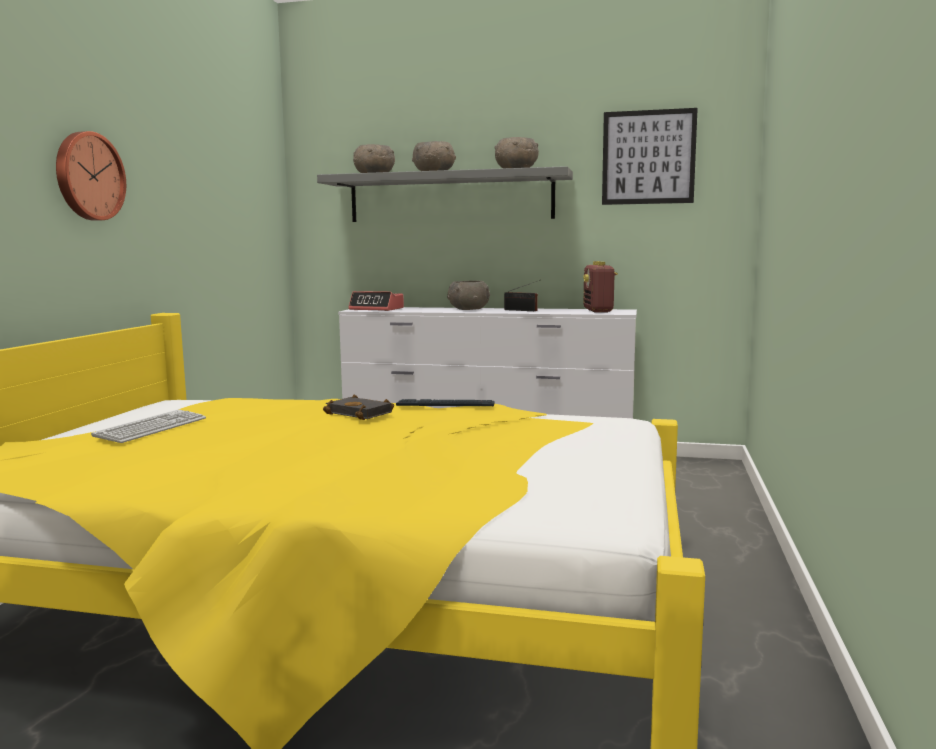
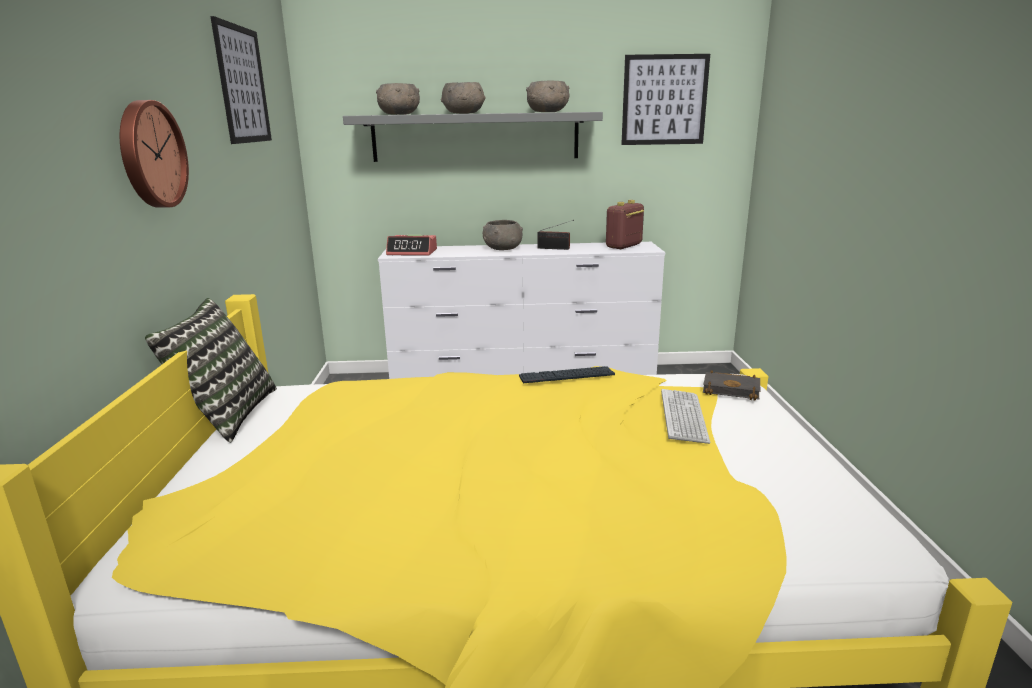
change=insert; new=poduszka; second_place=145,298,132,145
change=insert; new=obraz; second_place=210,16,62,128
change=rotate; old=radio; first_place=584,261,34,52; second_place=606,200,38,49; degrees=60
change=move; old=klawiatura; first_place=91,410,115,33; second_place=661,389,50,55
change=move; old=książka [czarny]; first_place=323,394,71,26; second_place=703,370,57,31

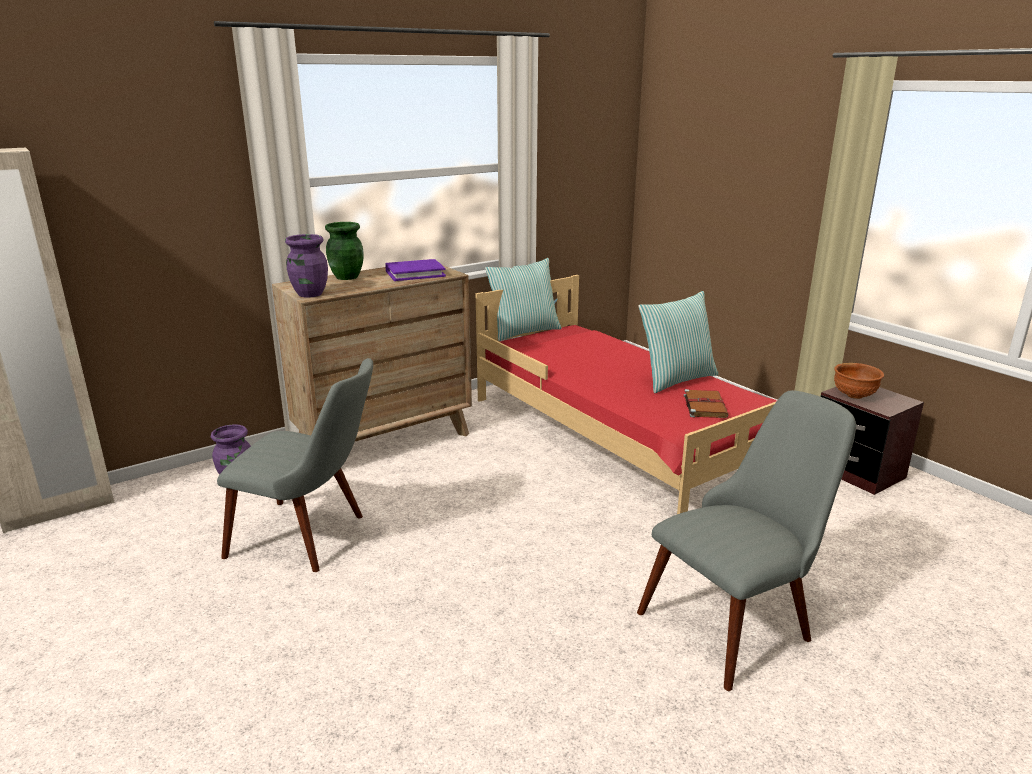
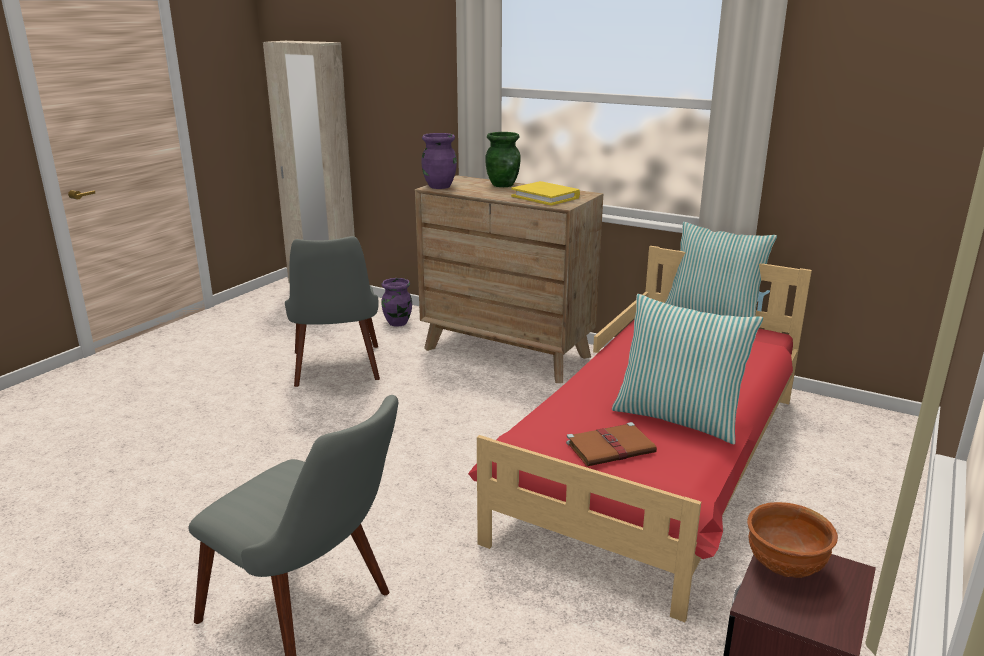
change=recolor; old=książka [fioletowy]; new=książka [żółty]; first_place=385,259,61,22; second_place=511,181,69,25

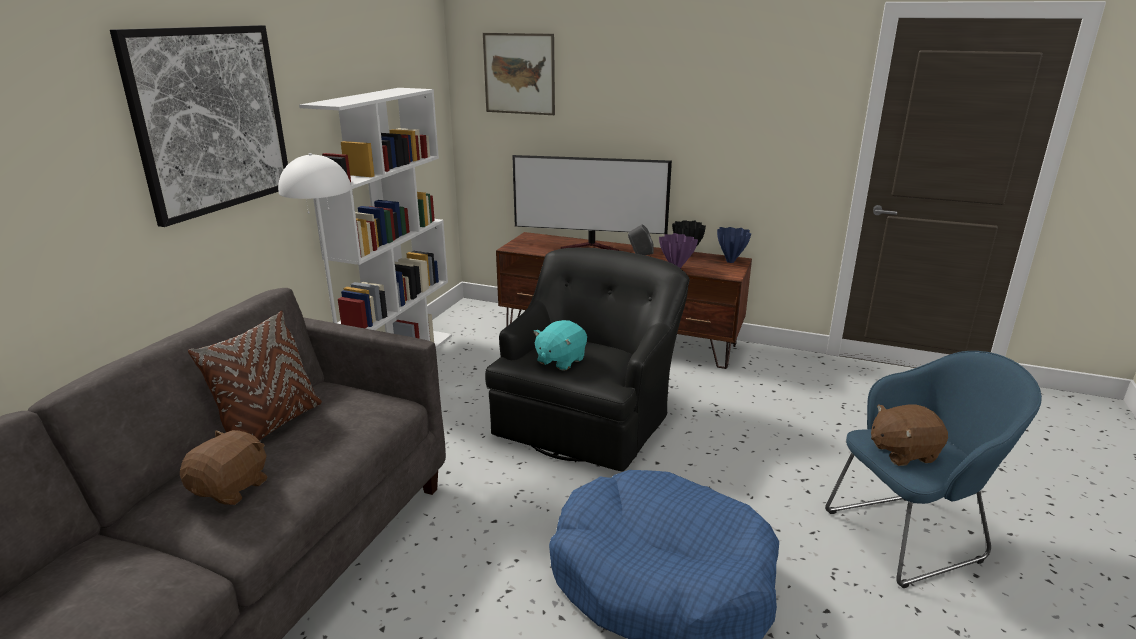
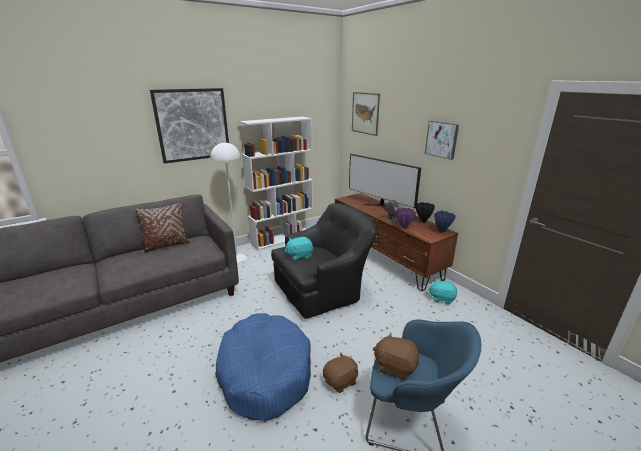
change=move; old=pluszak [brązowy]; first_place=180,430,88,75; second_place=323,353,36,40
change=insert; new=obraz; second_place=425,121,34,39
change=insert; new=pluszak [turkusowy]; second_place=428,279,29,25

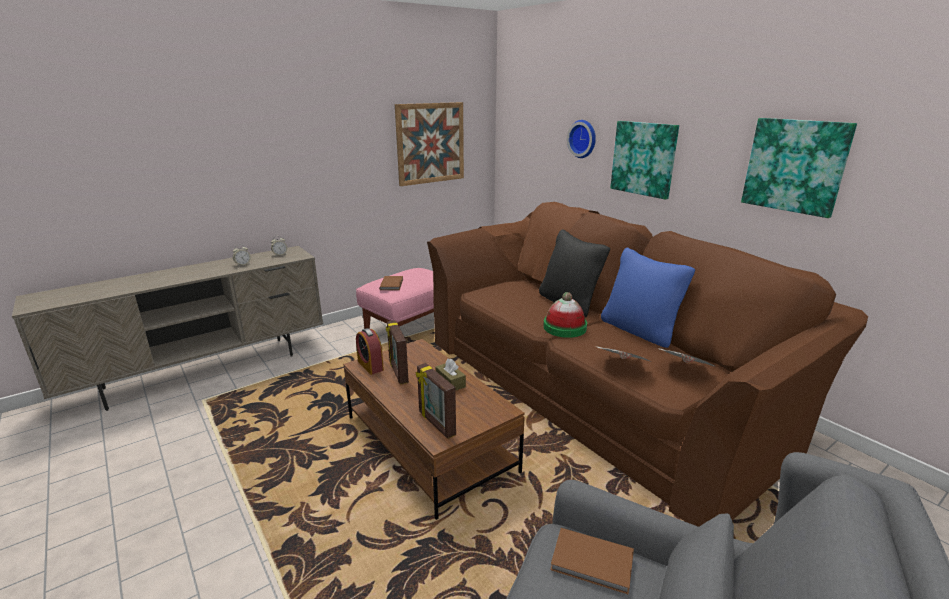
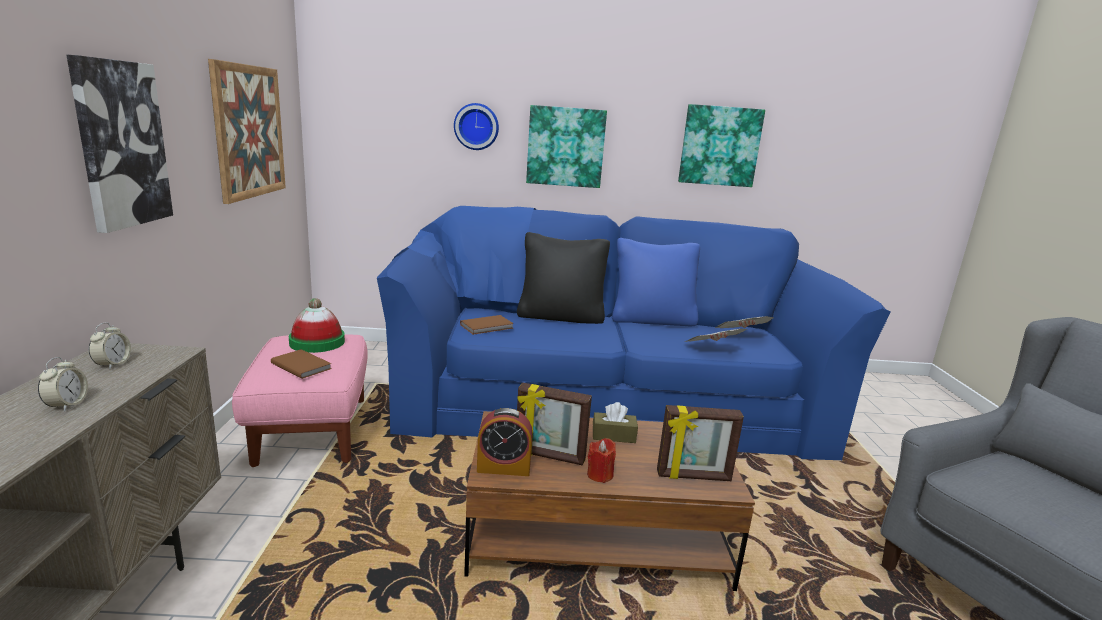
change=insert; new=obraz; second_place=66,55,107,178
change=move; old=kapelusz; first_place=543,292,44,46; second_place=289,298,56,55
change=recolor; old=kanapa [brązowy]; new=kanapa [niebieski]; first_place=427,202,441,325; second_place=377,206,514,254
change=move; old=książka [brązowy]; first_place=550,528,84,67; second_place=460,315,54,20
change=insert; new=świeca [czerwony]; second_place=587,438,29,45

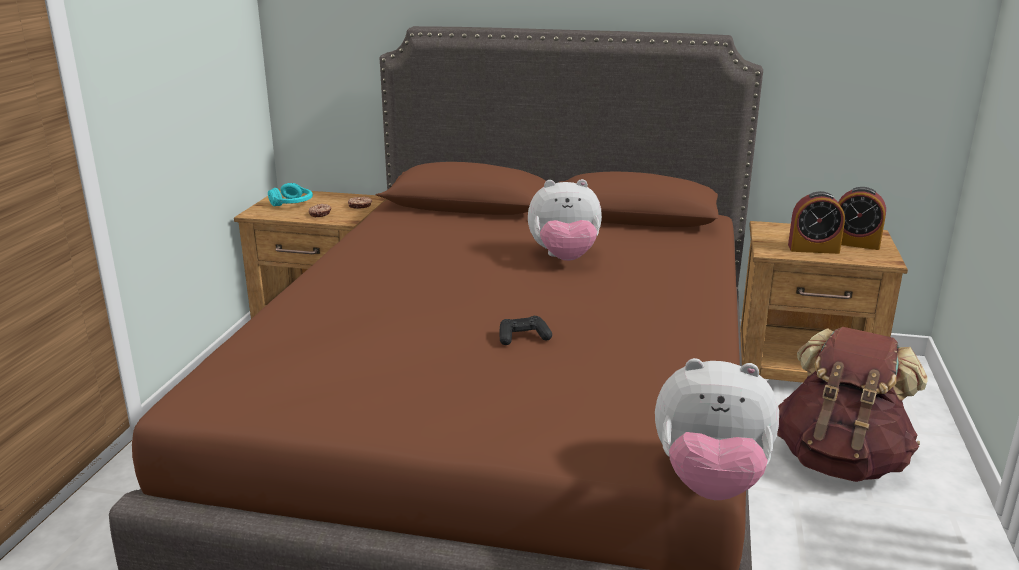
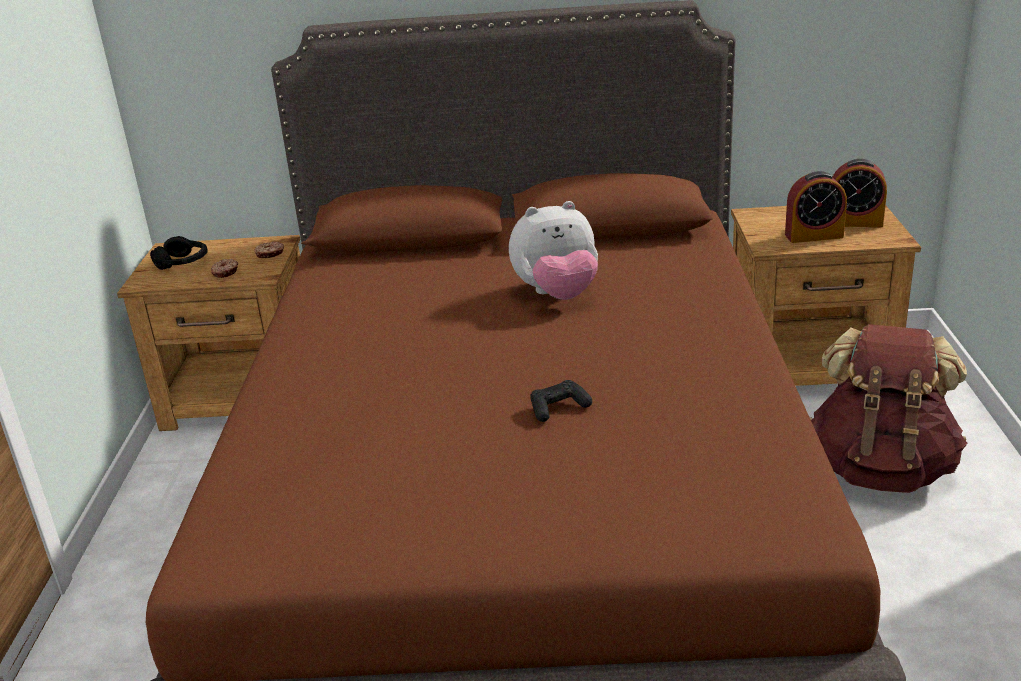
change=recolor; old=słuchawki [turkusowy]; new=słuchawki [czarny]; first_place=268,183,45,23; second_place=150,236,58,34
change=delete; old=pluszak; first_place=655,358,124,142

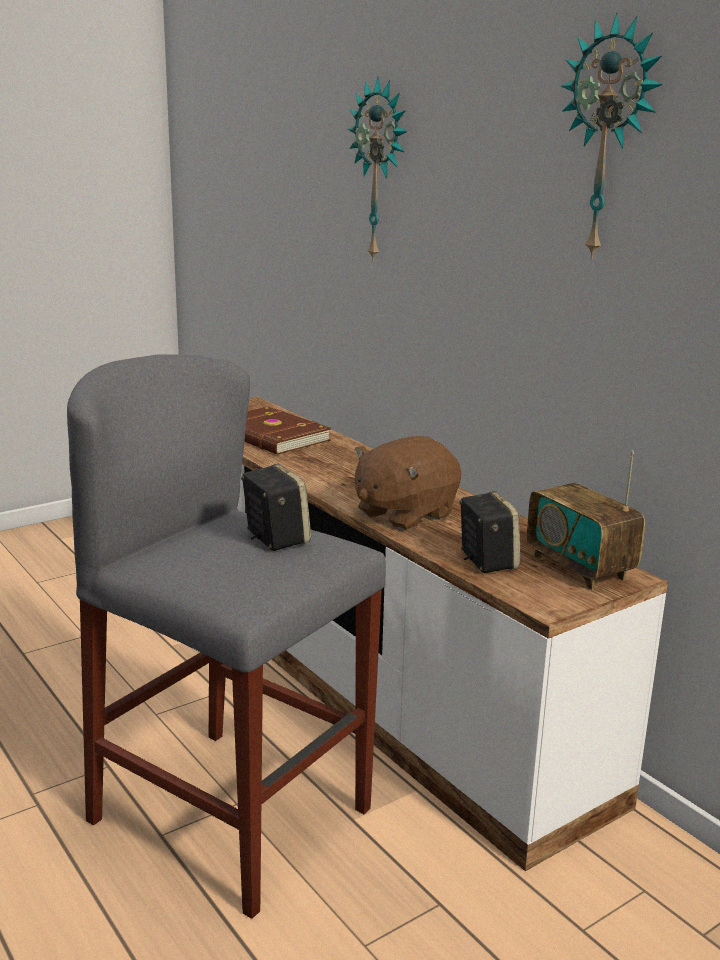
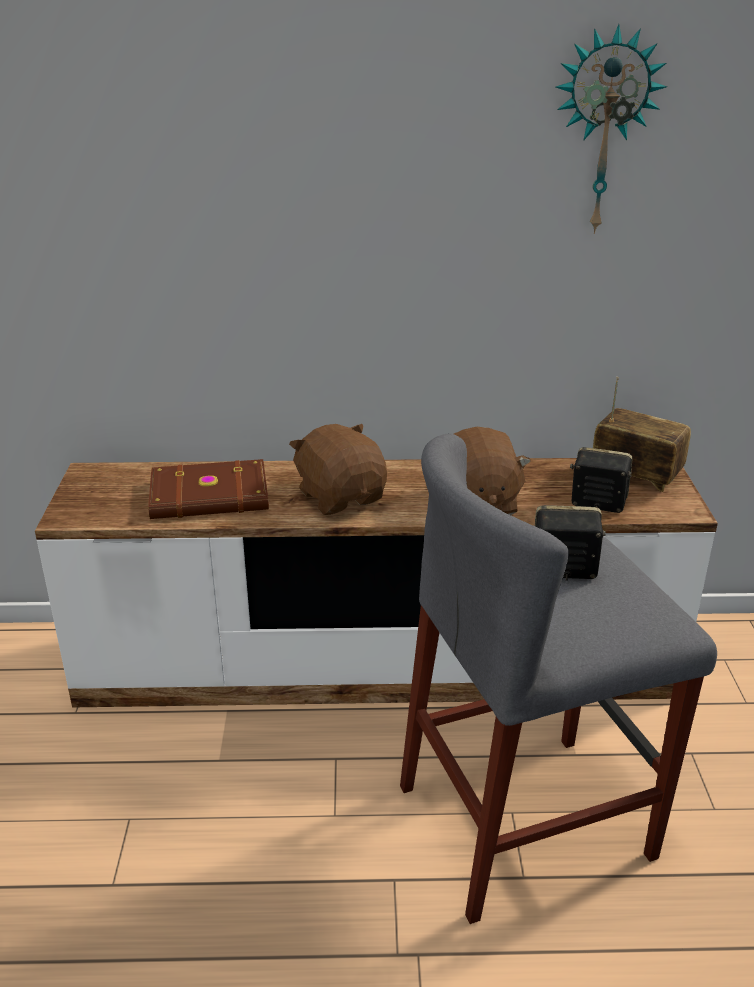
change=insert; new=pluszak [brązowy]; second_place=289,424,98,91
change=rotate; old=radio; first_place=527,451,118,139; second_place=593,377,98,115; degrees=-150
change=delete; old=zegar ścienny; first_place=348,77,59,185

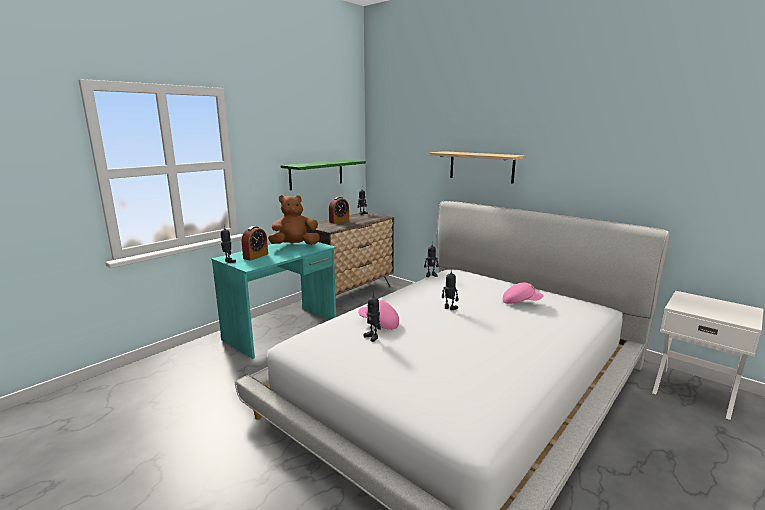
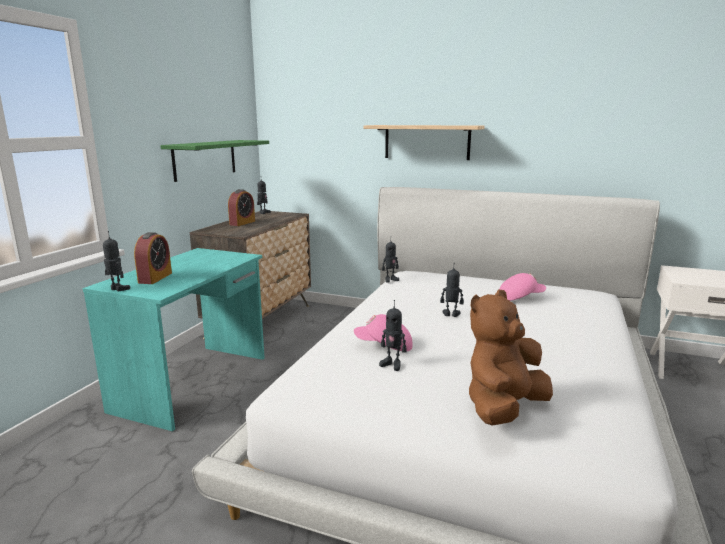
change=move; old=pluszak [brązowy]; first_place=268,195,52,50; second_place=469,289,84,137

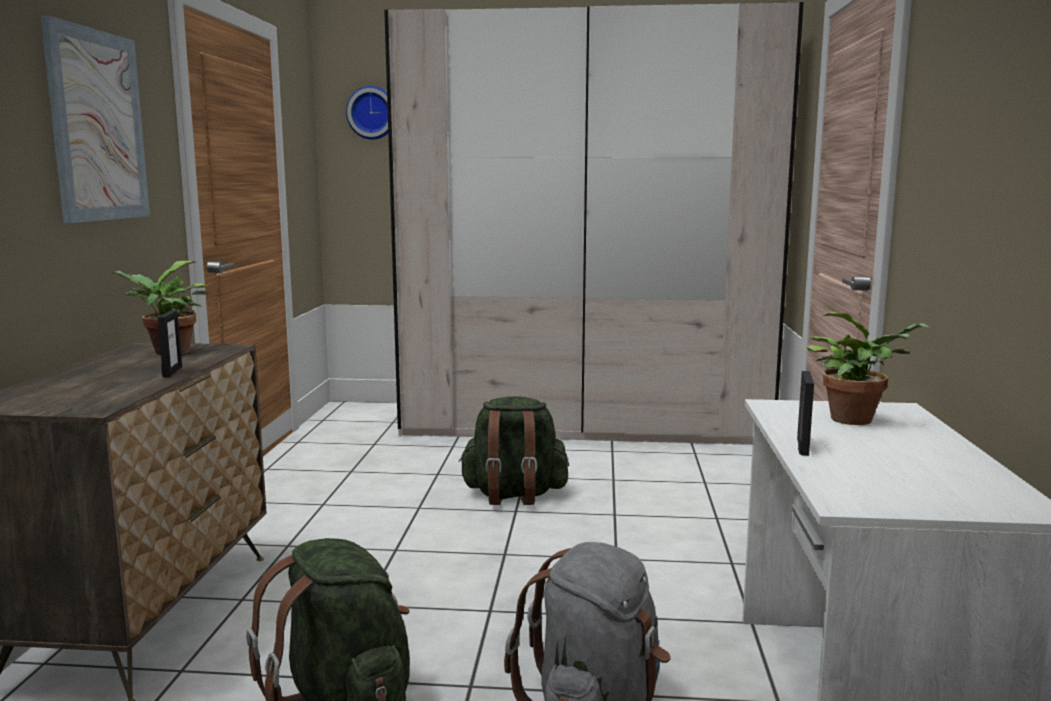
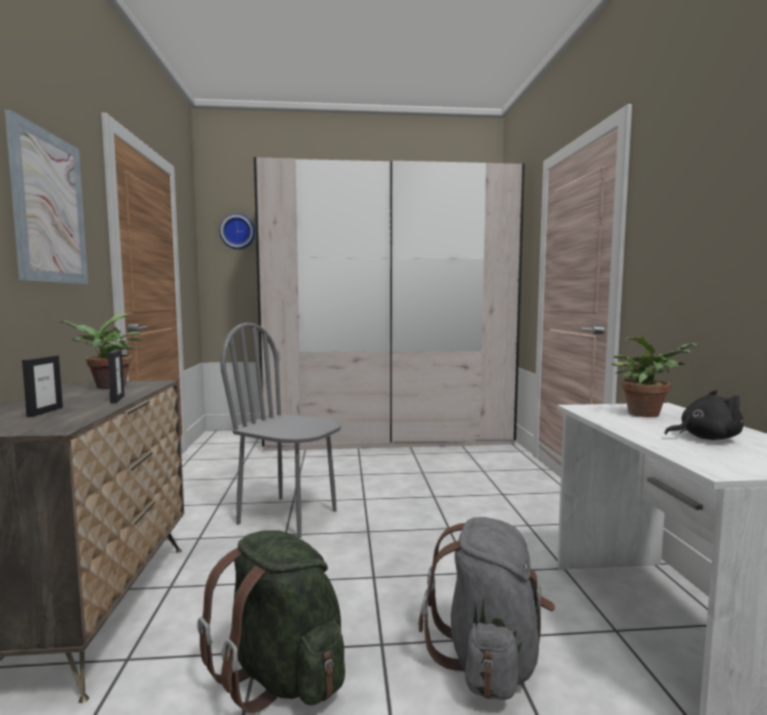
change=move; old=ramka na zdjęcie; first_place=797,371,17,85; second_place=22,355,41,62
change=insert; new=krzesło [szary]; second_place=220,323,121,215
change=insert; new=pluszak [czarny]; second_place=665,390,79,50
change=delete; old=plecak [zielony]; first_place=459,397,110,108

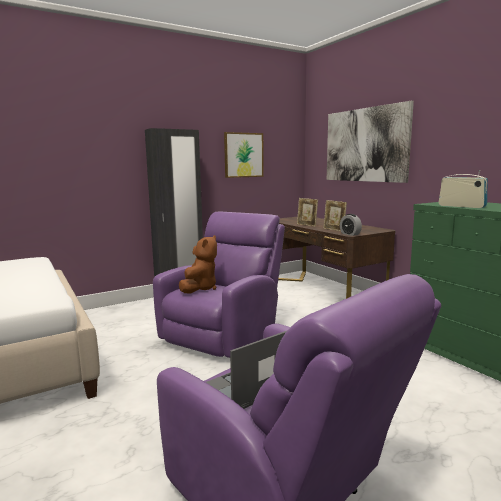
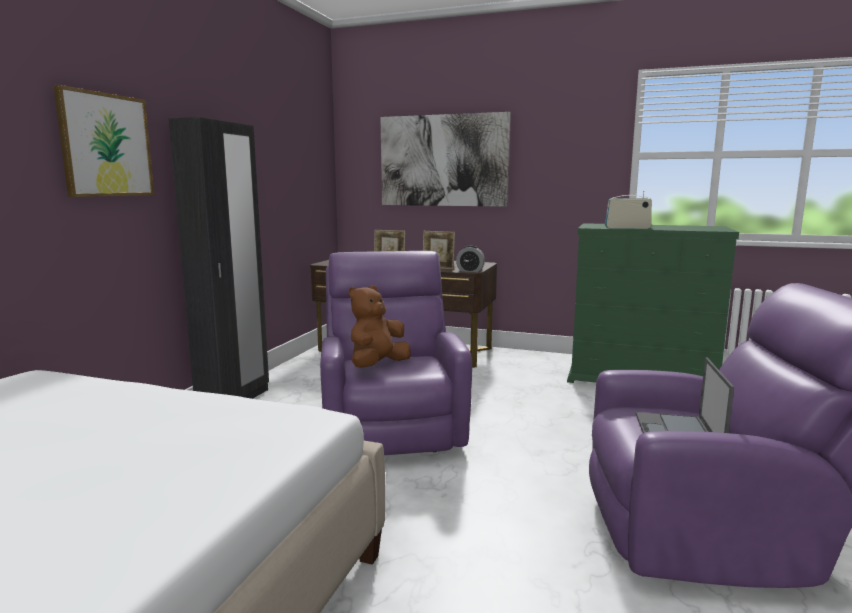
change=move; old=obraz; first_place=224,132,40,46; second_place=53,85,101,112
change=rotate; old=pluszak [brązowy]; first_place=179,235,38,59; second_place=349,285,62,83; degrees=-120

